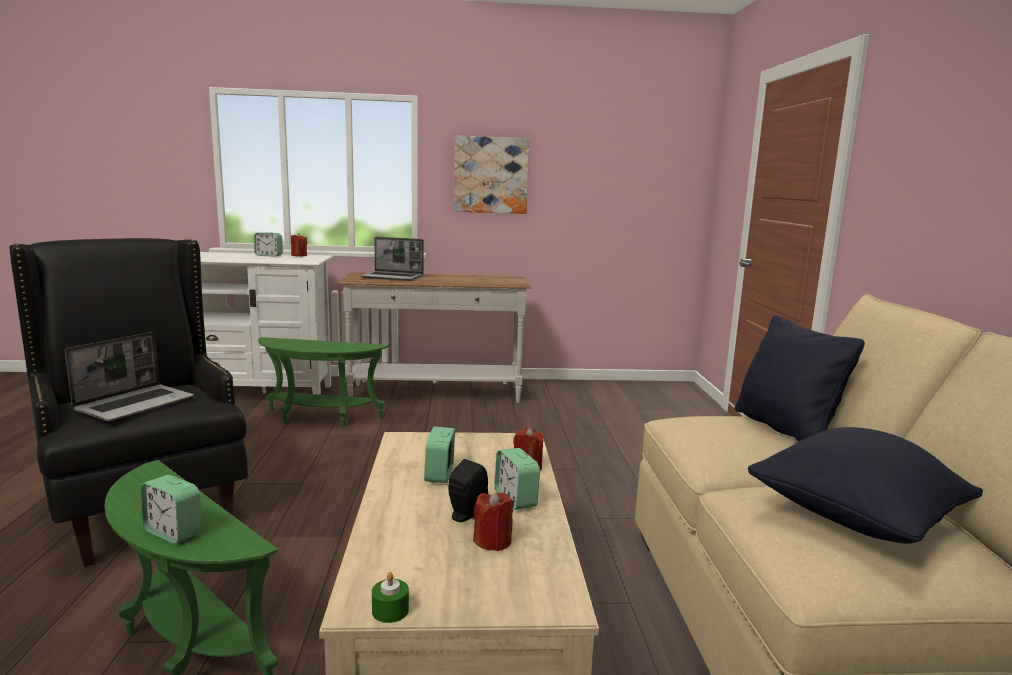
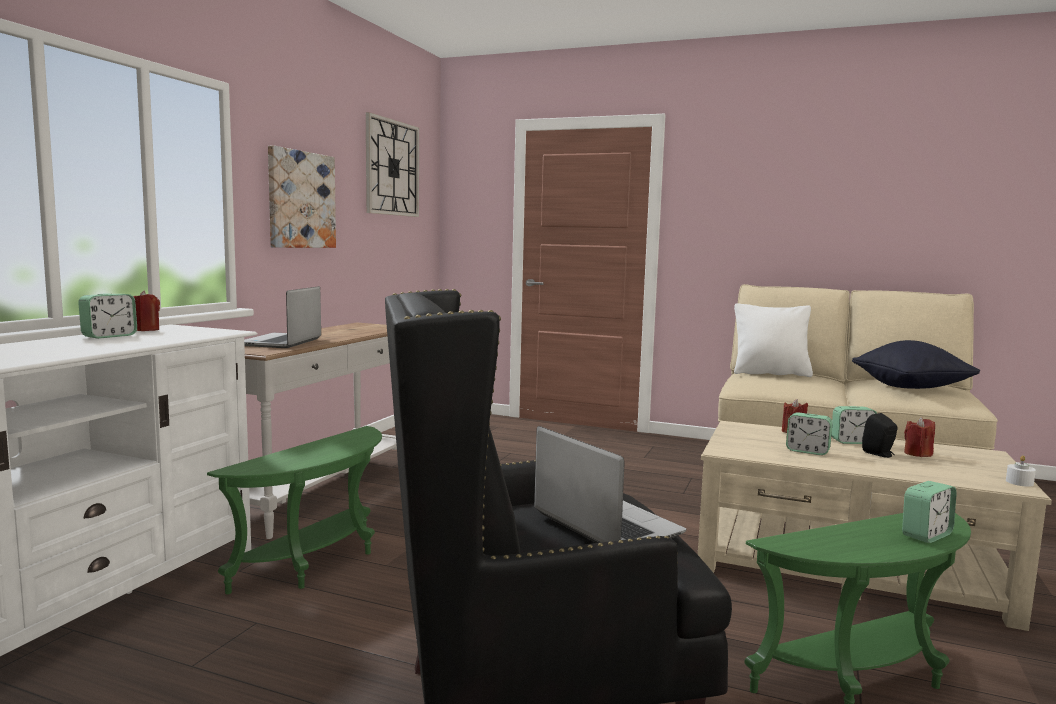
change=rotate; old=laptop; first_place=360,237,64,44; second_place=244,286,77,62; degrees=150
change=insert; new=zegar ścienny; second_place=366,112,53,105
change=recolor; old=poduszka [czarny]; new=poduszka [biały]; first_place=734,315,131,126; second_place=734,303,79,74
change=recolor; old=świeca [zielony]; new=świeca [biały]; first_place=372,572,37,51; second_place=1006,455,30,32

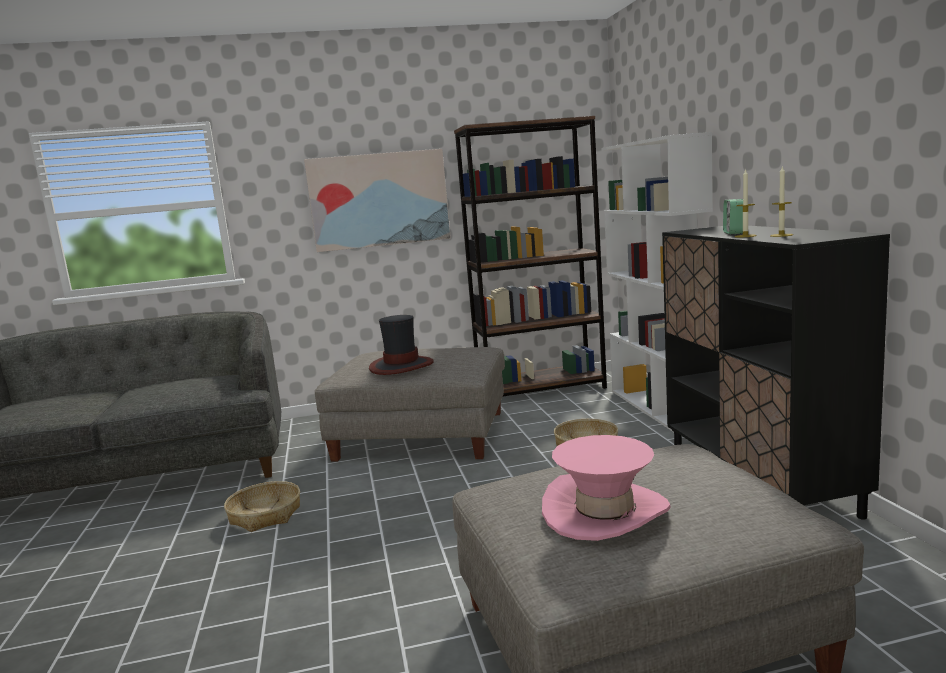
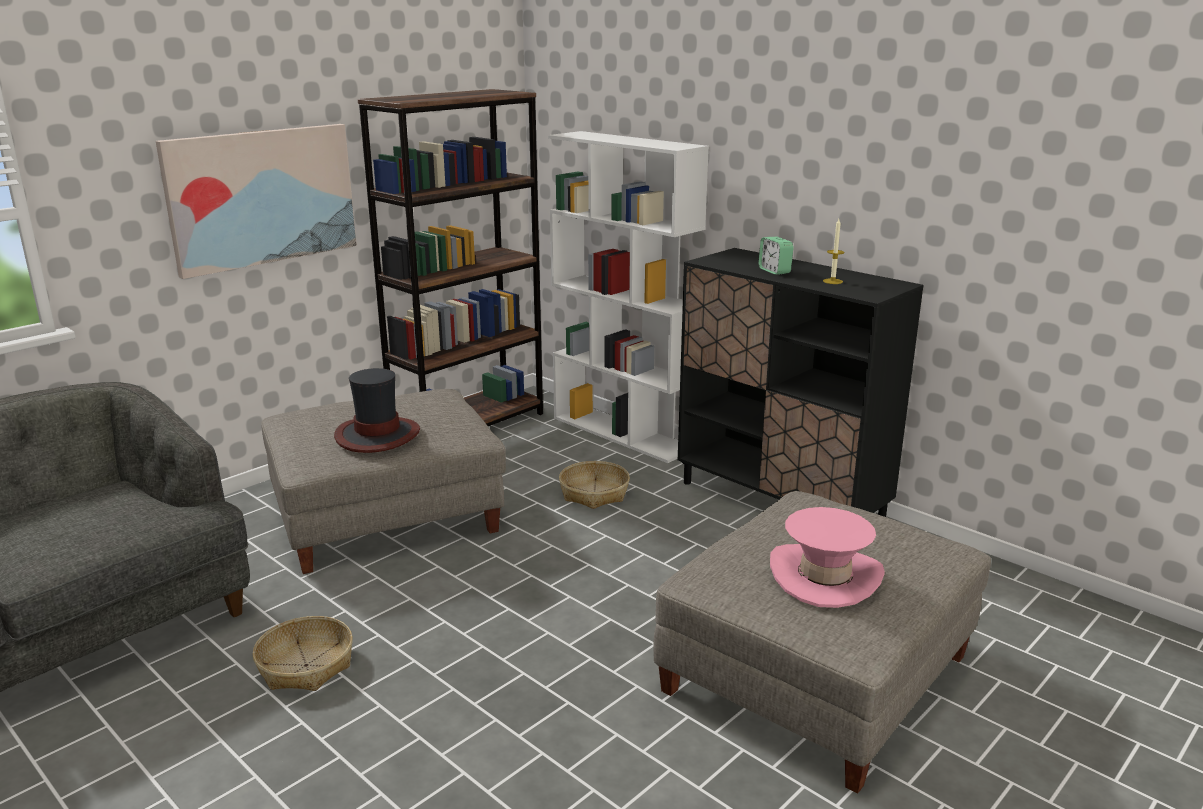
change=delete; old=świeca; first_place=735,169,21,68

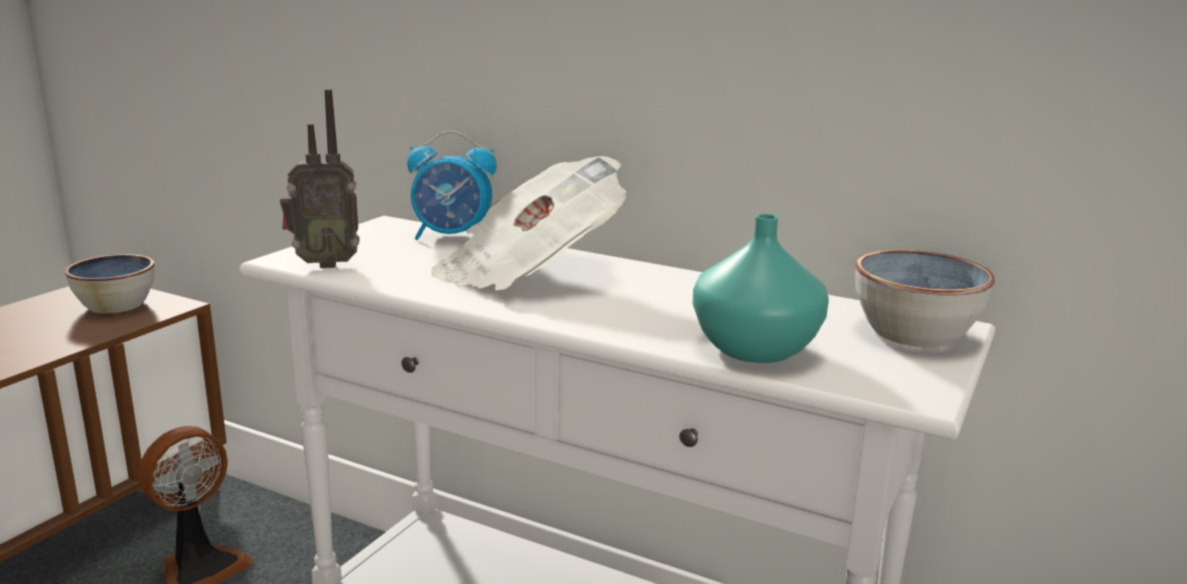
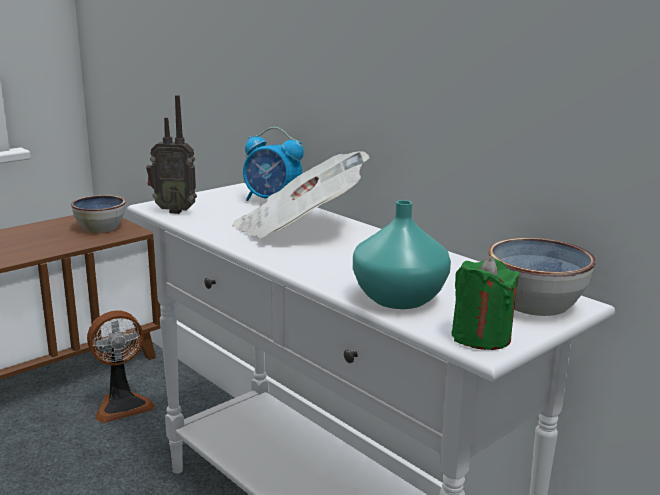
change=insert; new=świeca [zielony]; second_place=451,256,69,94

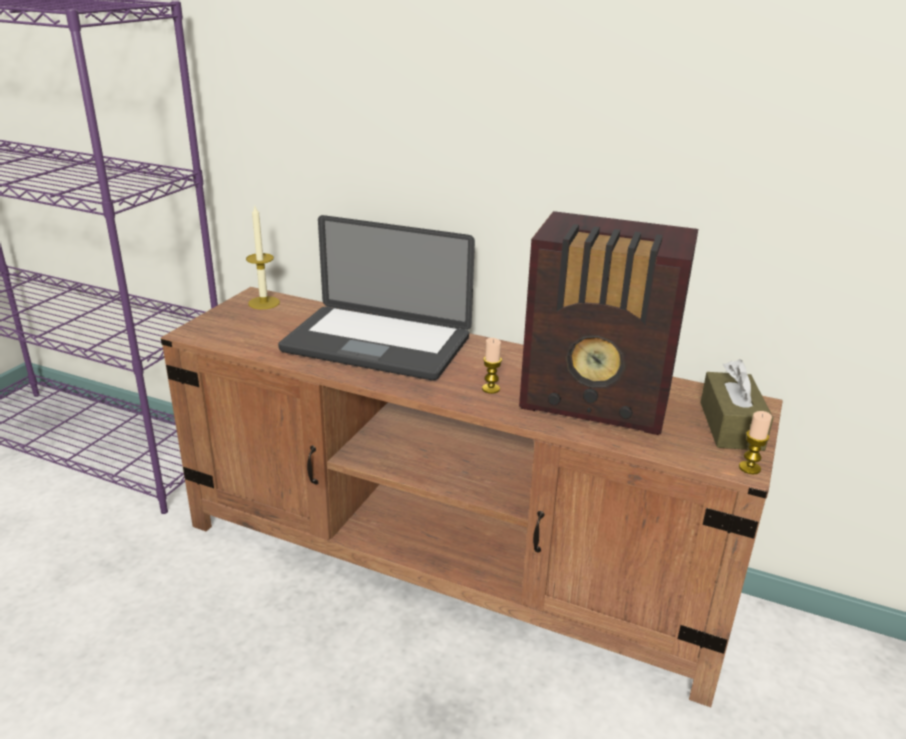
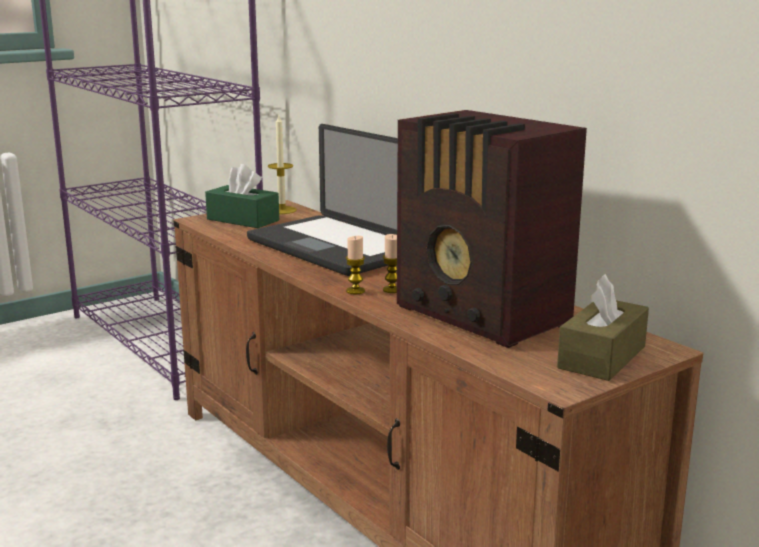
change=insert; new=pudełko chusteczek [zielony]; second_place=205,164,74,64
change=move; old=świeca; first_place=739,411,33,64; second_place=346,236,19,58

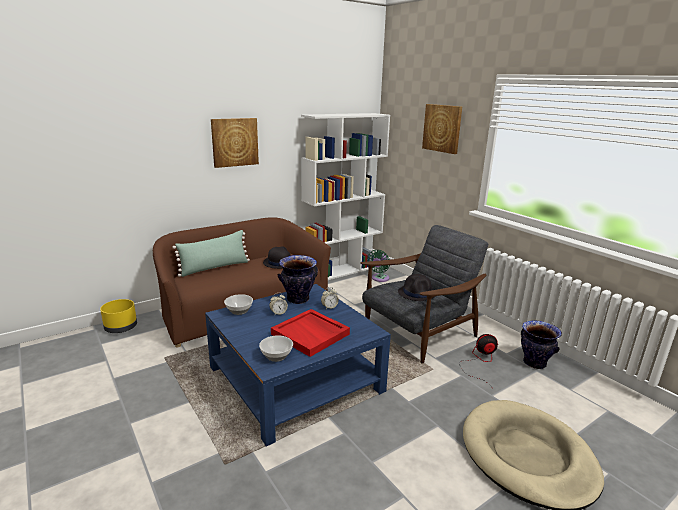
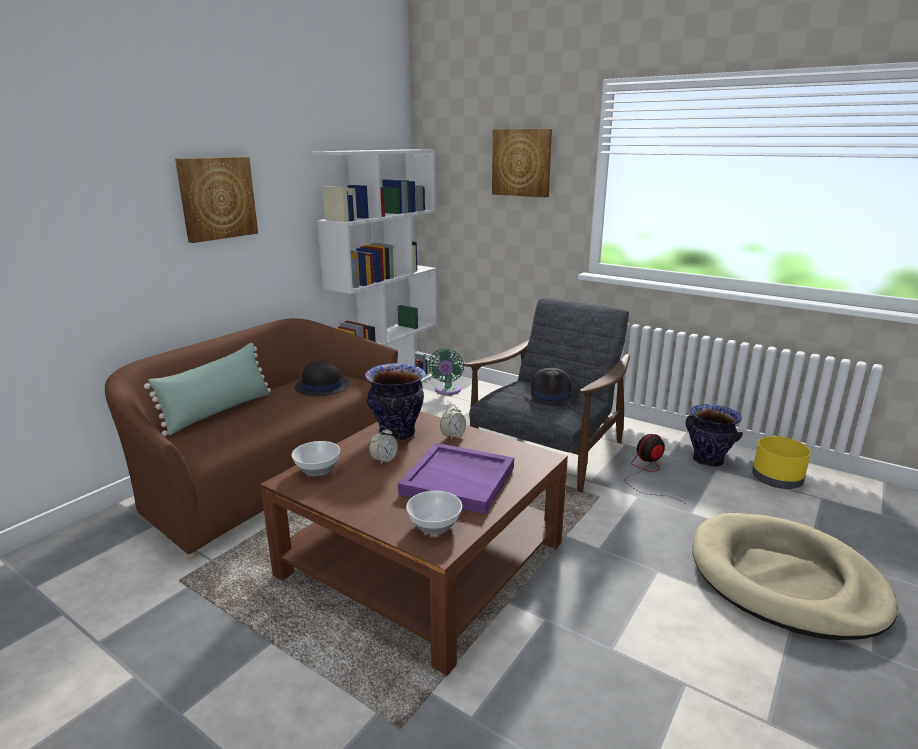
change=recolor; old=ława [niebieski]; new=ława [brązowy]; first_place=205,284,186,162; second_place=260,411,308,266
change=recolor; old=taca [czerwony]; new=taca [fioletowy]; first_place=271,309,79,48; second_place=398,443,116,71
change=move; old=donica [żółty]; first_place=100,299,37,34; second_place=752,436,59,53

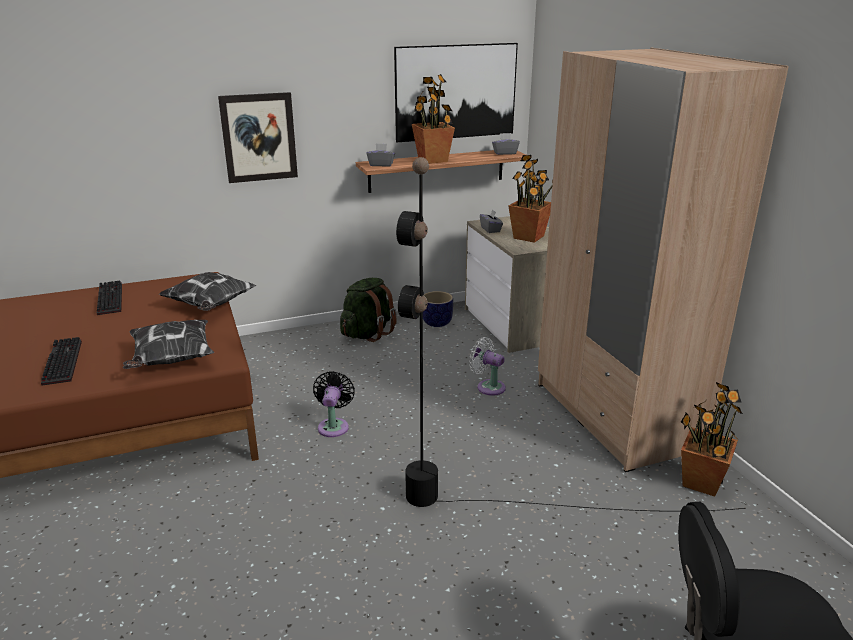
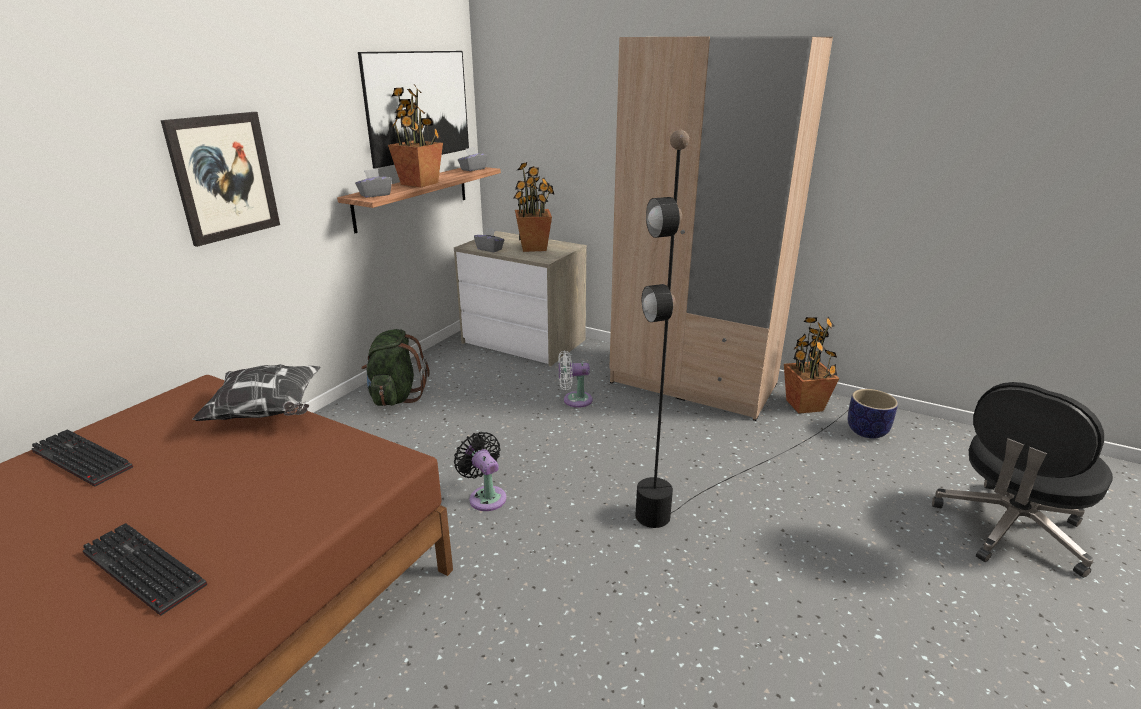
change=move; old=donica; first_place=423,291,30,36; second_place=848,389,50,50
change=delete; old=poduszka; first_place=123,320,91,49

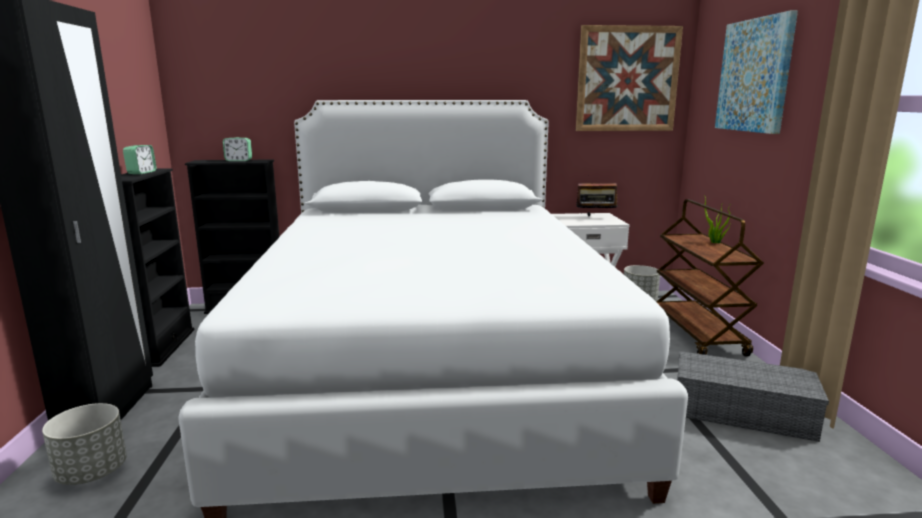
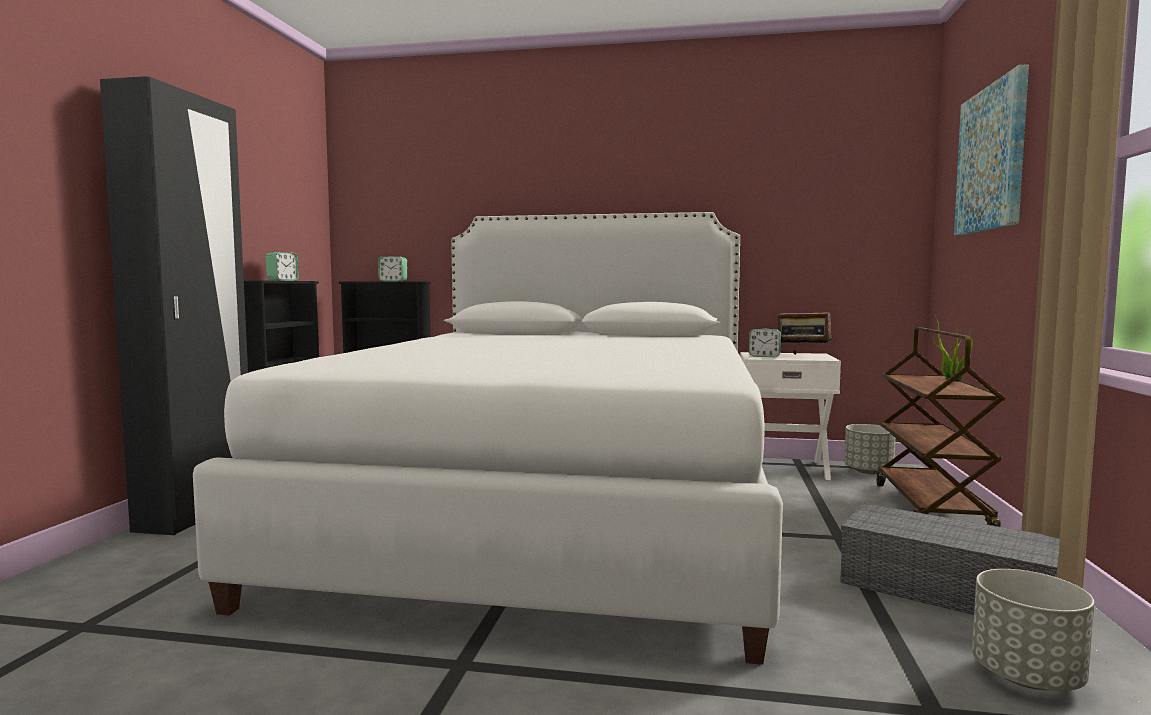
change=insert; new=budzik; second_place=749,329,32,28
change=move; old=donica [szary]; first_place=42,403,85,82; second_place=972,569,122,122
change=delete; old=obraz; first_place=576,25,107,106

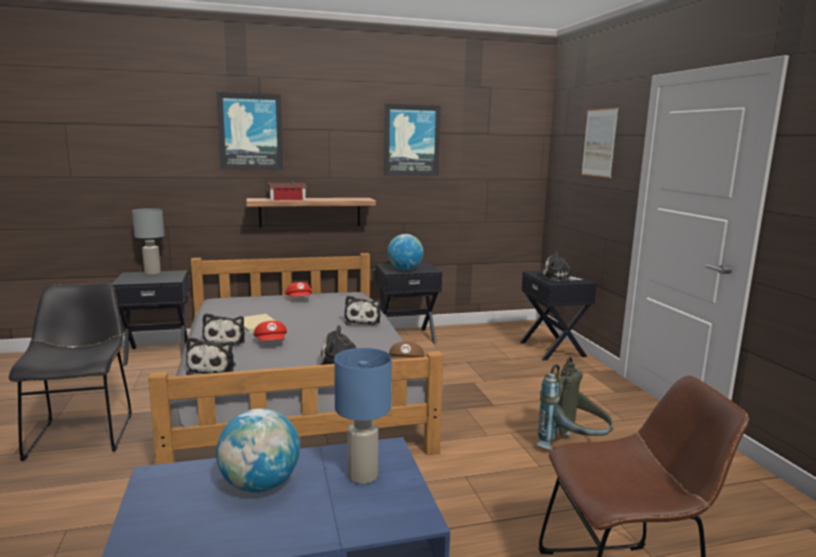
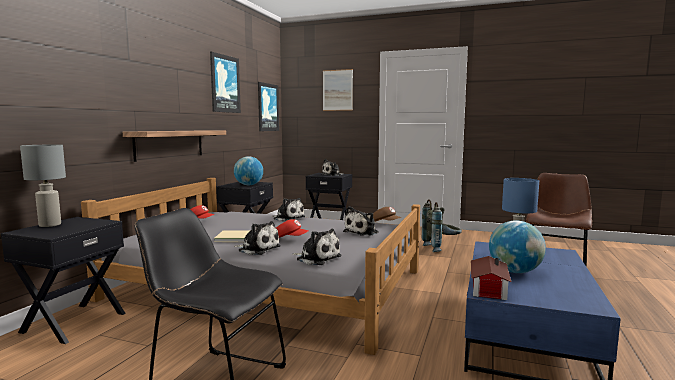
change=move; old=obraz; first_place=217,92,66,78; second_place=258,82,21,49
change=move; old=domek; first_place=268,181,38,19; second_place=471,256,41,44

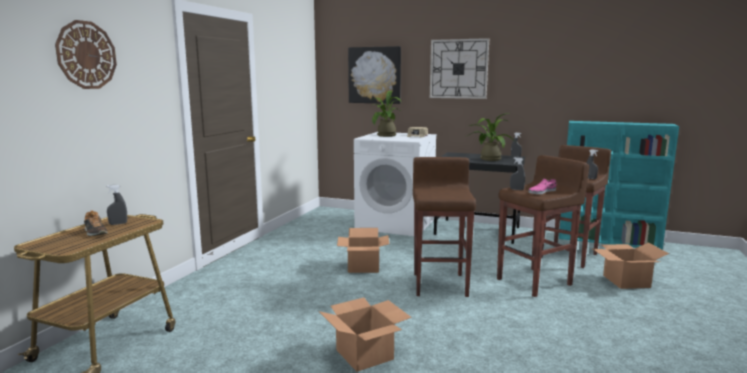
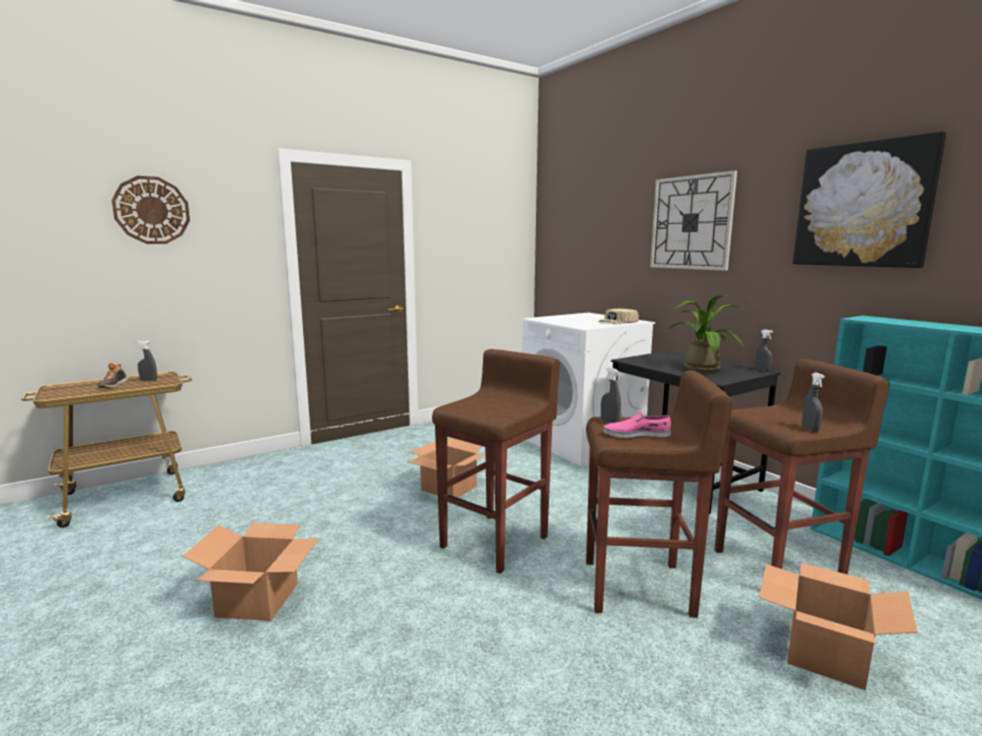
change=move; old=obraz; first_place=348,46,53,58; second_place=793,131,153,137
change=delete; old=roślina doniczkowa; first_place=371,91,30,46

